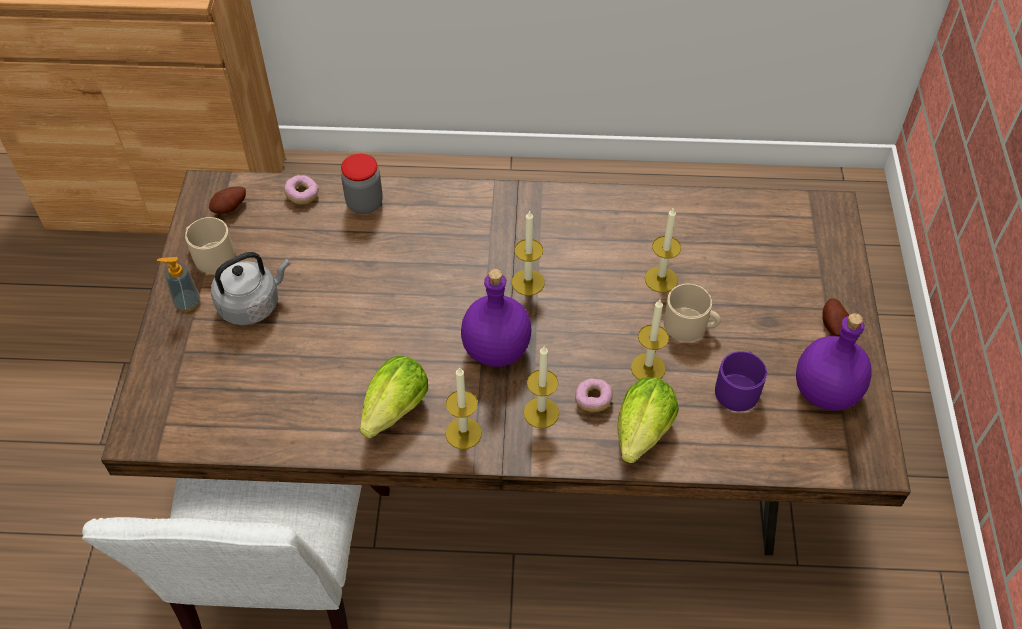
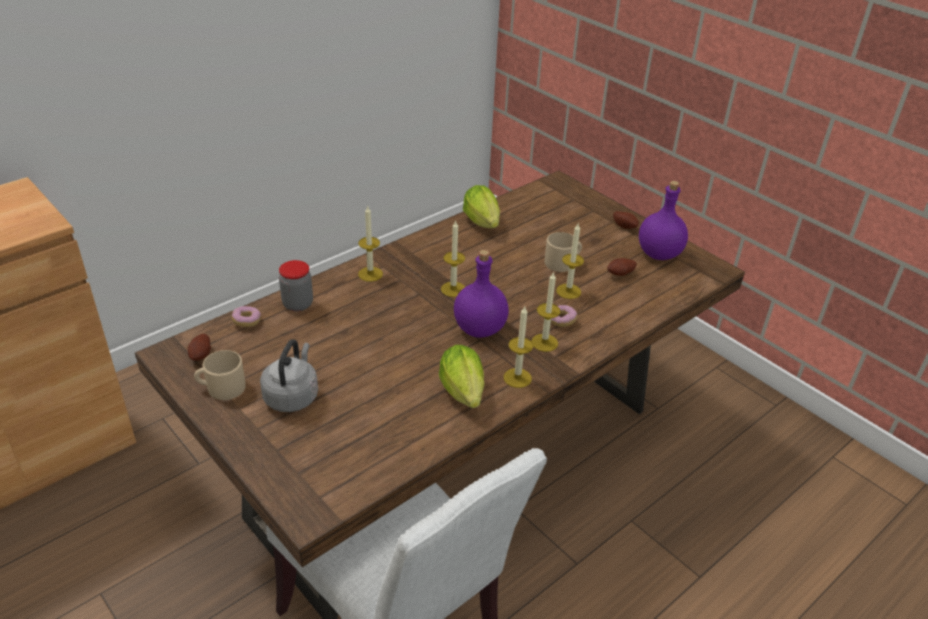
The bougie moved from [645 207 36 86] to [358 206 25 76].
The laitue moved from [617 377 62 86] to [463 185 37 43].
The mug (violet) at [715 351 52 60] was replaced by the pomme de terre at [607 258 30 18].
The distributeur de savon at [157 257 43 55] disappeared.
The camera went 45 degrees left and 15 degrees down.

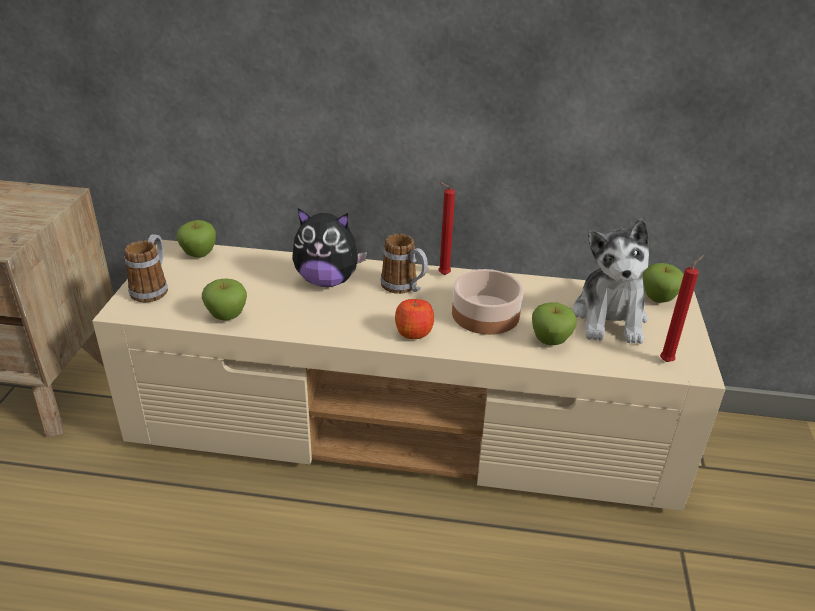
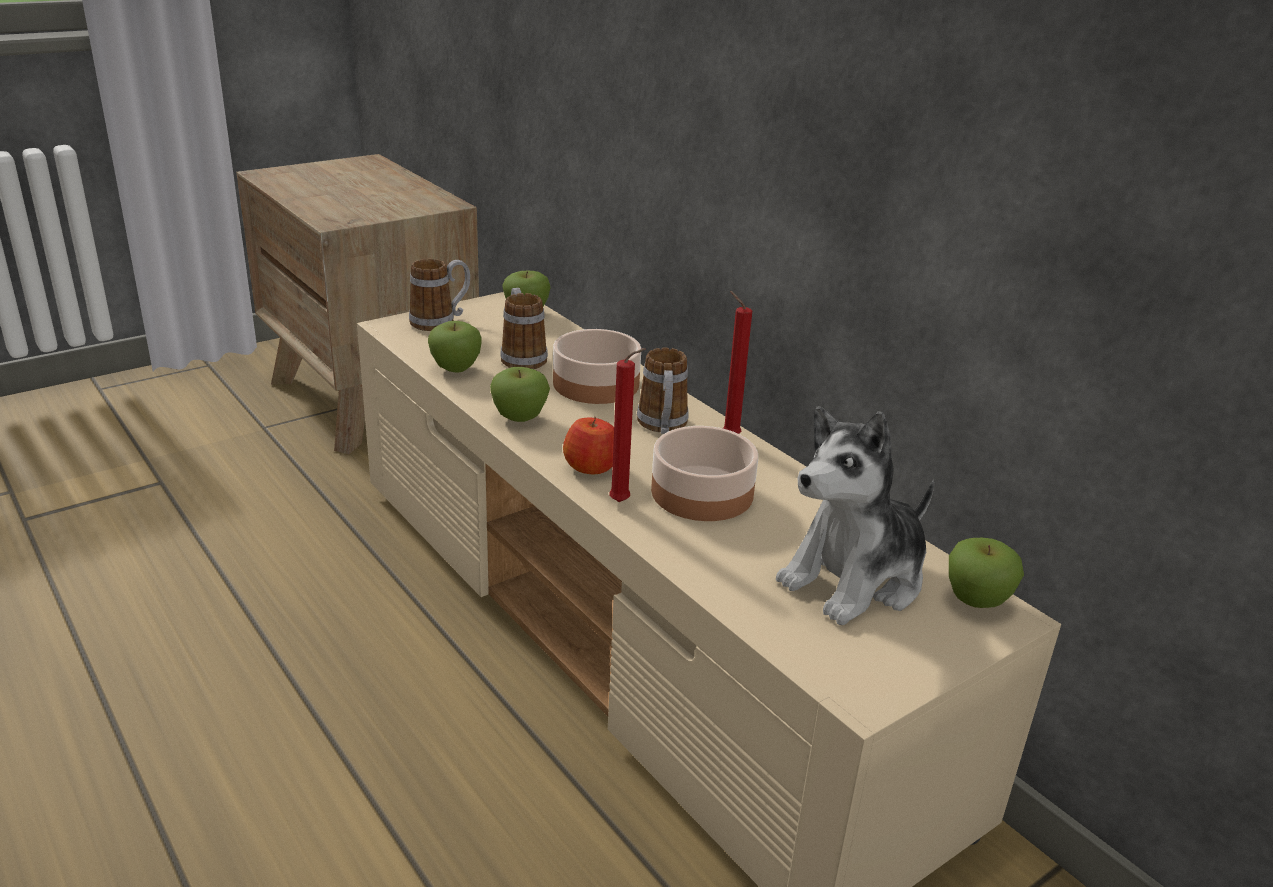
The pomme moved from [532 302 45 43] to [490 367 60 55].
The mug at [500 288 48 81] appeared.
The peluche at [292 208 75 79] was replaced by the bol at [553 329 88 75].
The bougie (rouge) moved from [660 255 44 107] to [609 348 37 154].
The camera went 45 degrees right and 5 degrees down.

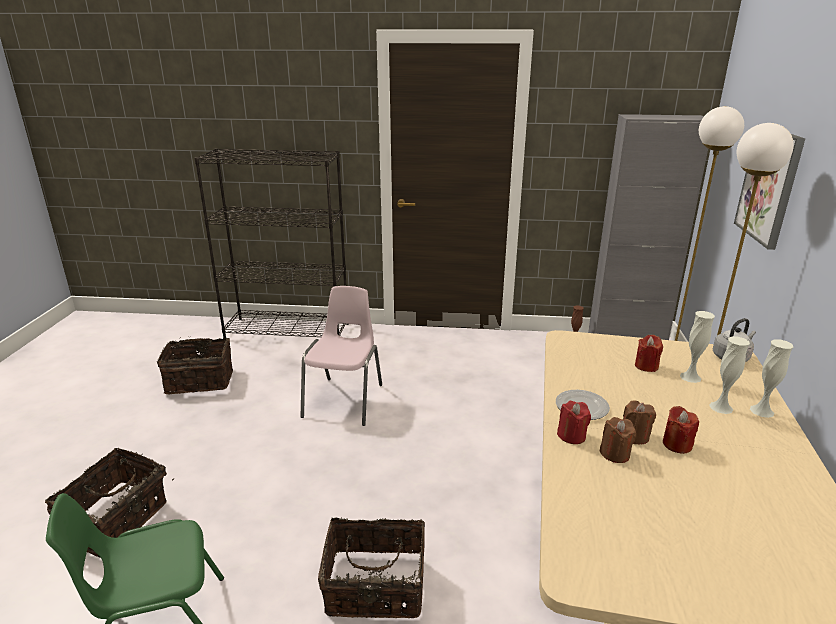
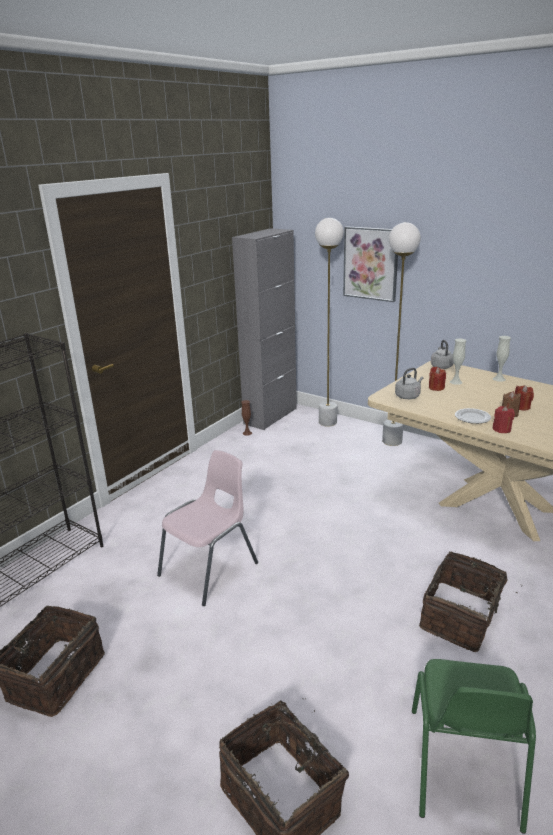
The chaise (rose) at [301 286 81 140] turned 90 degrees clockwise.
The bouilloire (gris) at [395 368 28 31] appeared.
The bougie (marron) at [599 417 37 46] disappeared.
The vase (blanc) at [709 336 41 78] disappeared.
The camera went 60 degrees left and 0 degrees up.

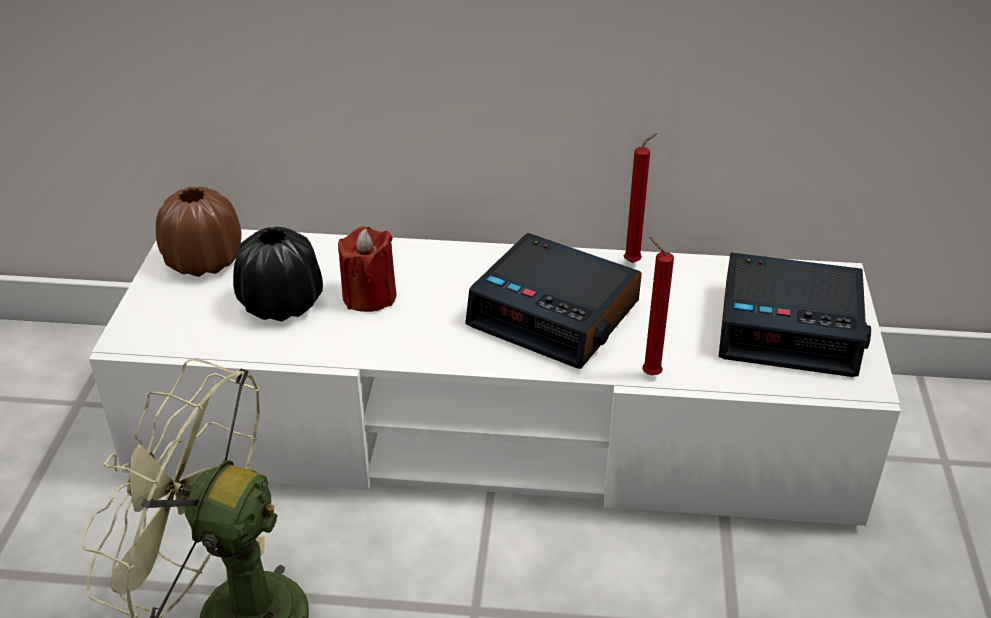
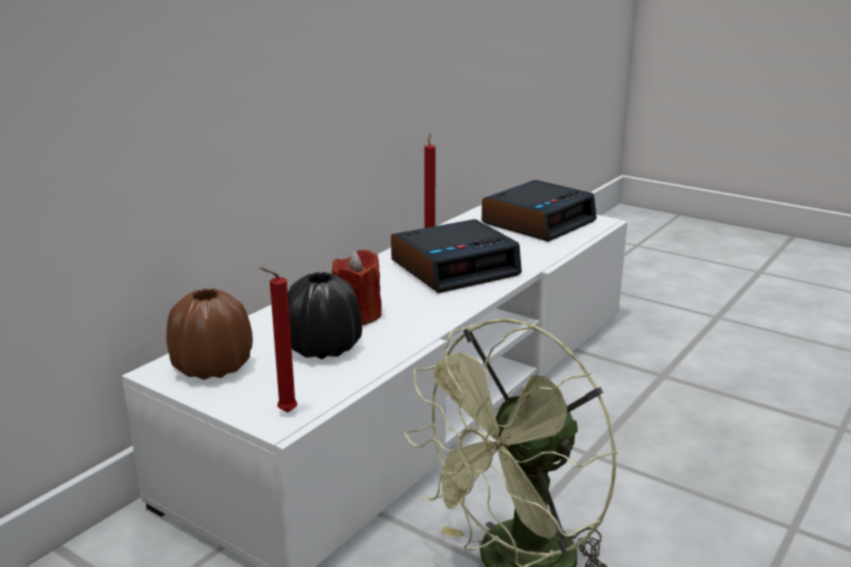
The bougie (rouge) moved from [642 237 32 138] to [260 268 37 144].
The camera went 60 degrees left and 15 degrees down.

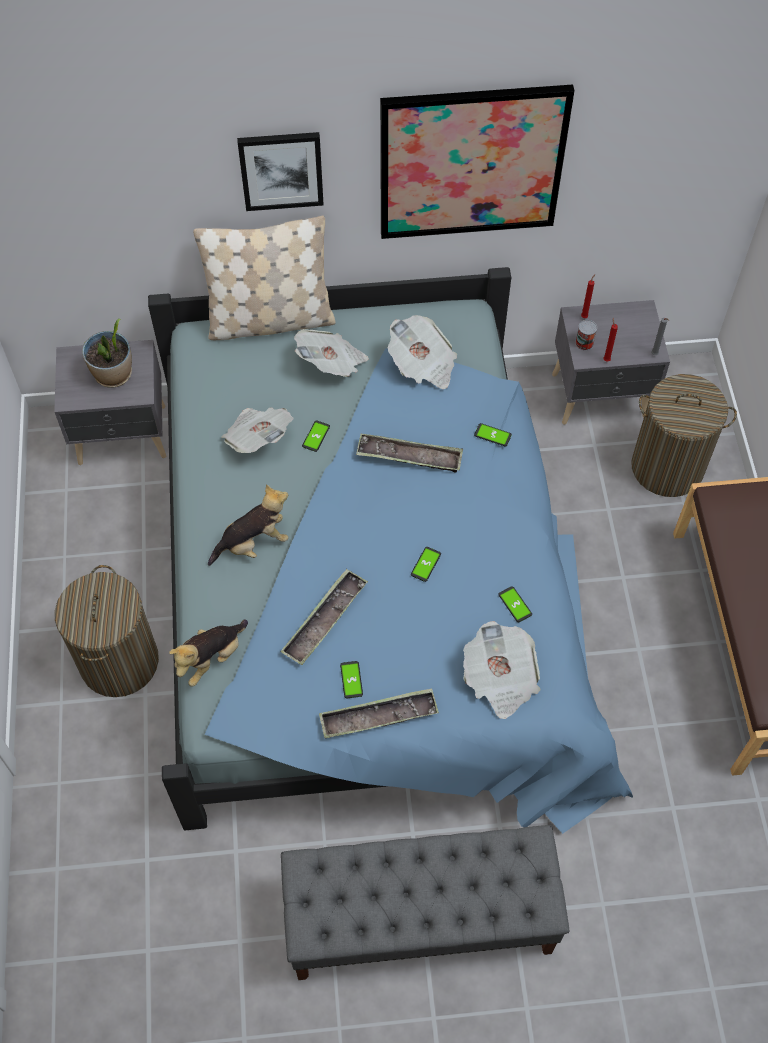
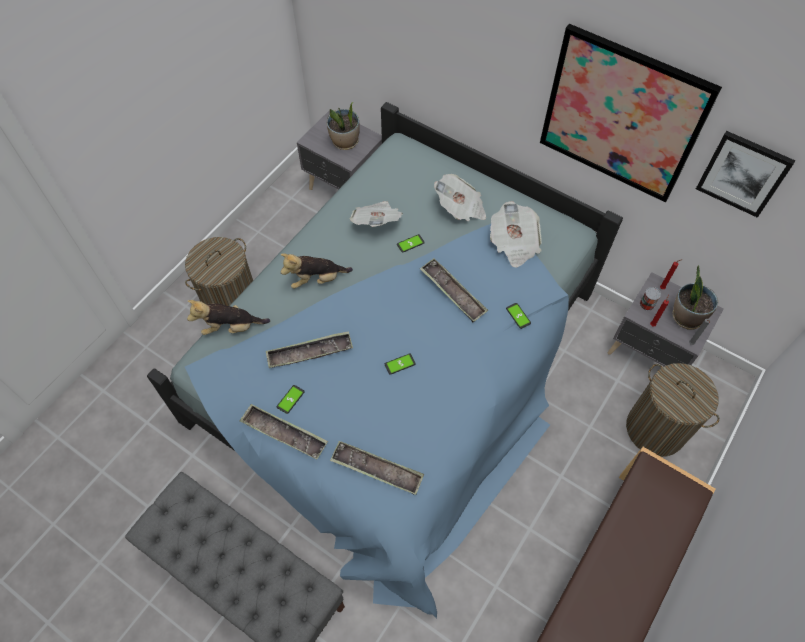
The peluche at [208 484 80 82] turned 150 degrees clockwise.
The journal at [463 621 77 98] was replaced by the plateau at [330 441 94 54].
The plante en pot at [673 265 45 65] appeared.
The tableau moved from [237 132 87 79] to [696 131 99 87].
The coussin (beige) at [193 216 143 124] disappeared.
The téléphone at [498 586 34 36] disappeared.
The camera went 40 degrees right and 0 degrees up.

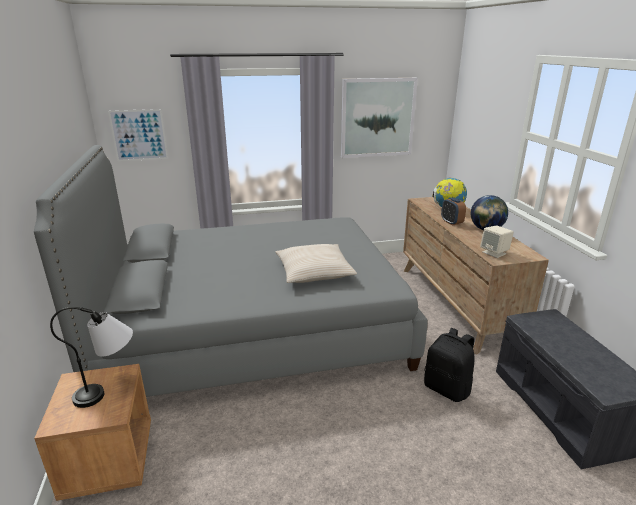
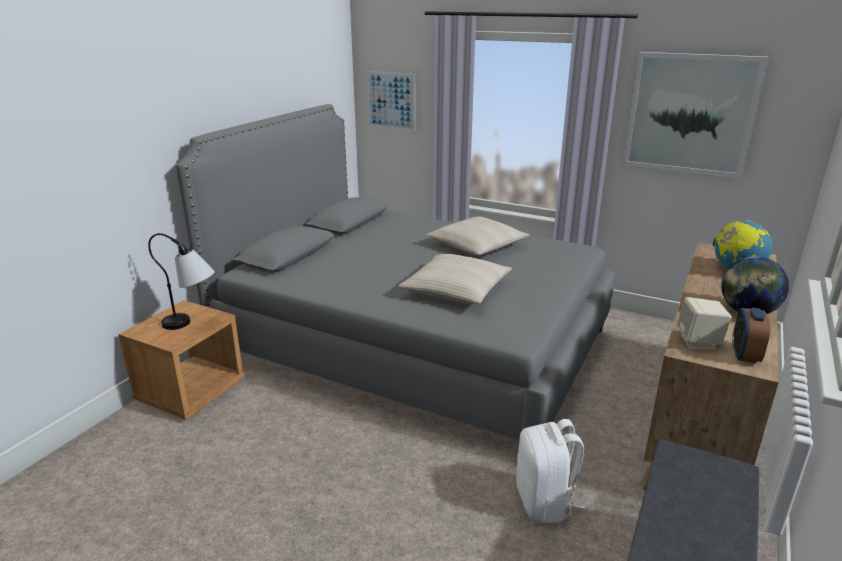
The coussin (beige) at [426 217 104 39] appeared.
The sac à dos (noir) at [424 328 51 74] became the sac à dos (blanc) at [516 419 70 104].
The réveil moved from [441 197 25 29] to [732 307 39 56].
The camera went 40 degrees right and 0 degrees up.

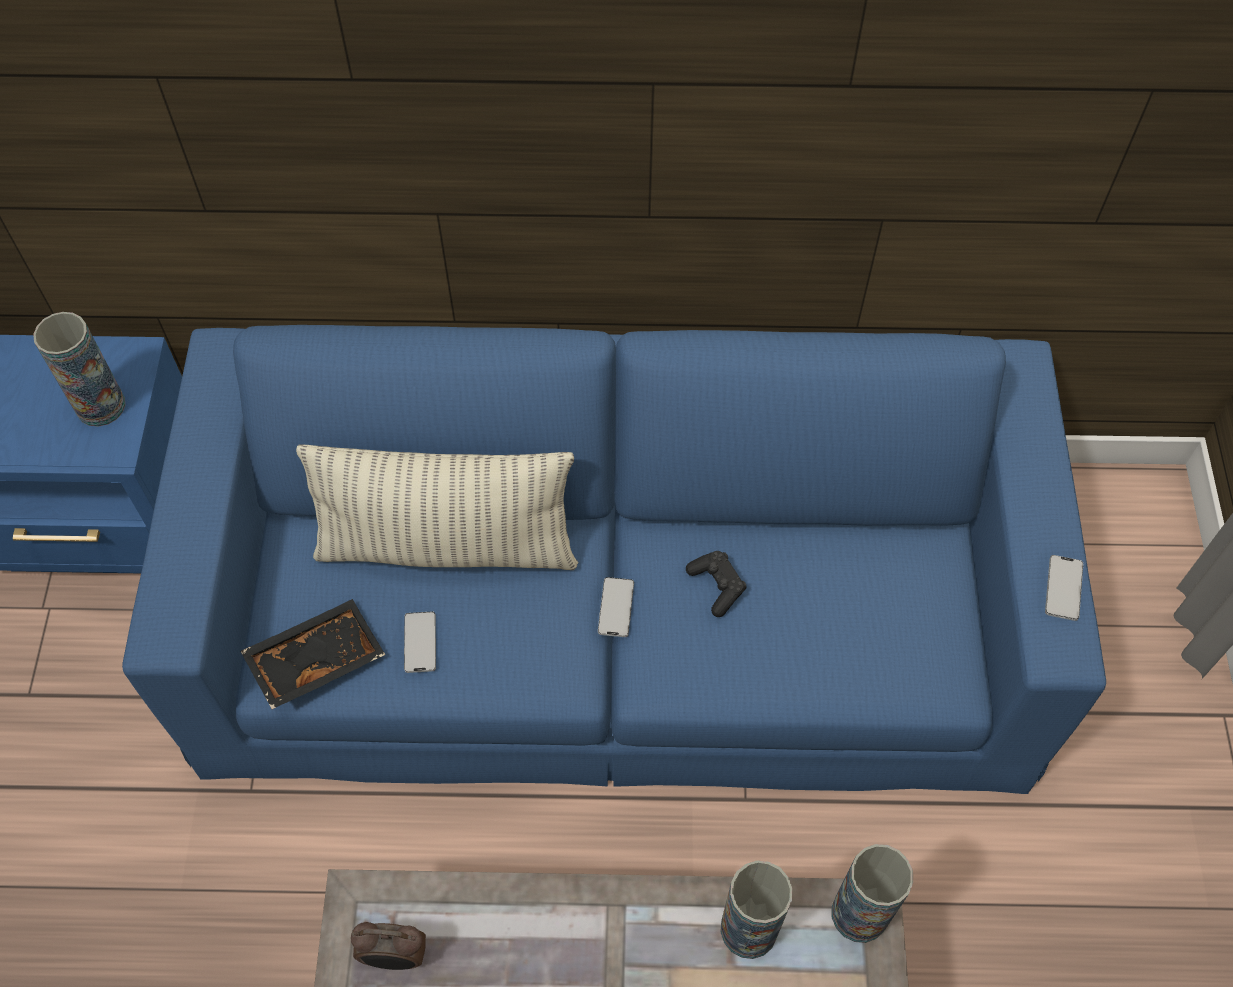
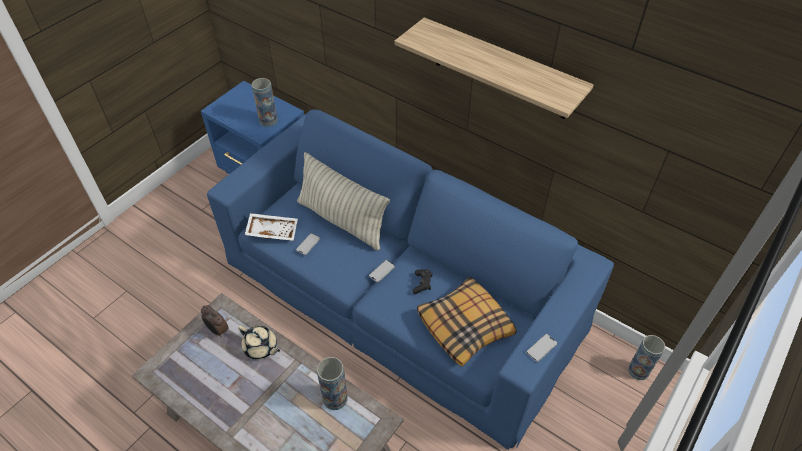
The théière (beige) at [238 325 42 35] appeared.
The plateau (noir) at [241 599 144 110] became the plateau (blanc) at [245 213 53 28].
The étagère at [394 17 200 102] appeared.
The coussin at [417 277 100 90] appeared.
The vase moved from [831 844 82 99] to [628 335 37 45].
The camera went 35 degrees right and 10 degrees down.

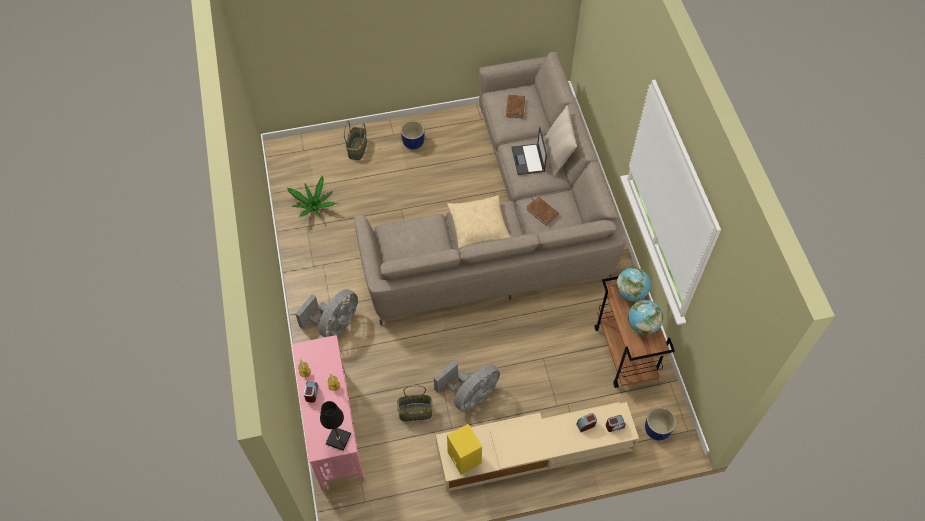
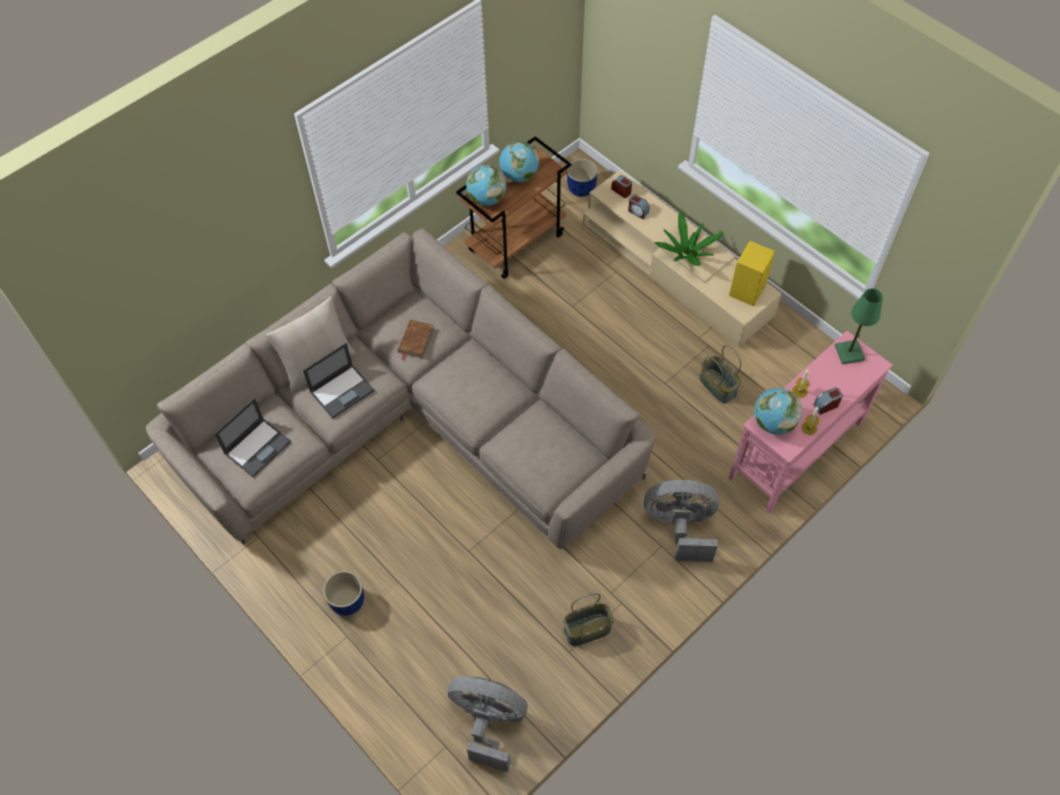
The livre (marron) at [506 95 19 23] was replaced by the ordinateur portable at [214 398 77 79].
The ventilateur (gris) moved from [434 361 66 51] to [448 677 80 95].
The panier moved from [344 121 23 39] to [563 593 51 53].
The plante en pot moved from [287 175 49 41] to [654 210 70 56].
The globe at [754 388 48 47] appeared.
The lampe de table (noir) at [320 401 31 50] became the lampe de table (vert) at [835 289 48 75].
The coussin (beige) at [447 195 64 54] disappeared.
The camera went 120 degrees left and 0 degrees up.

